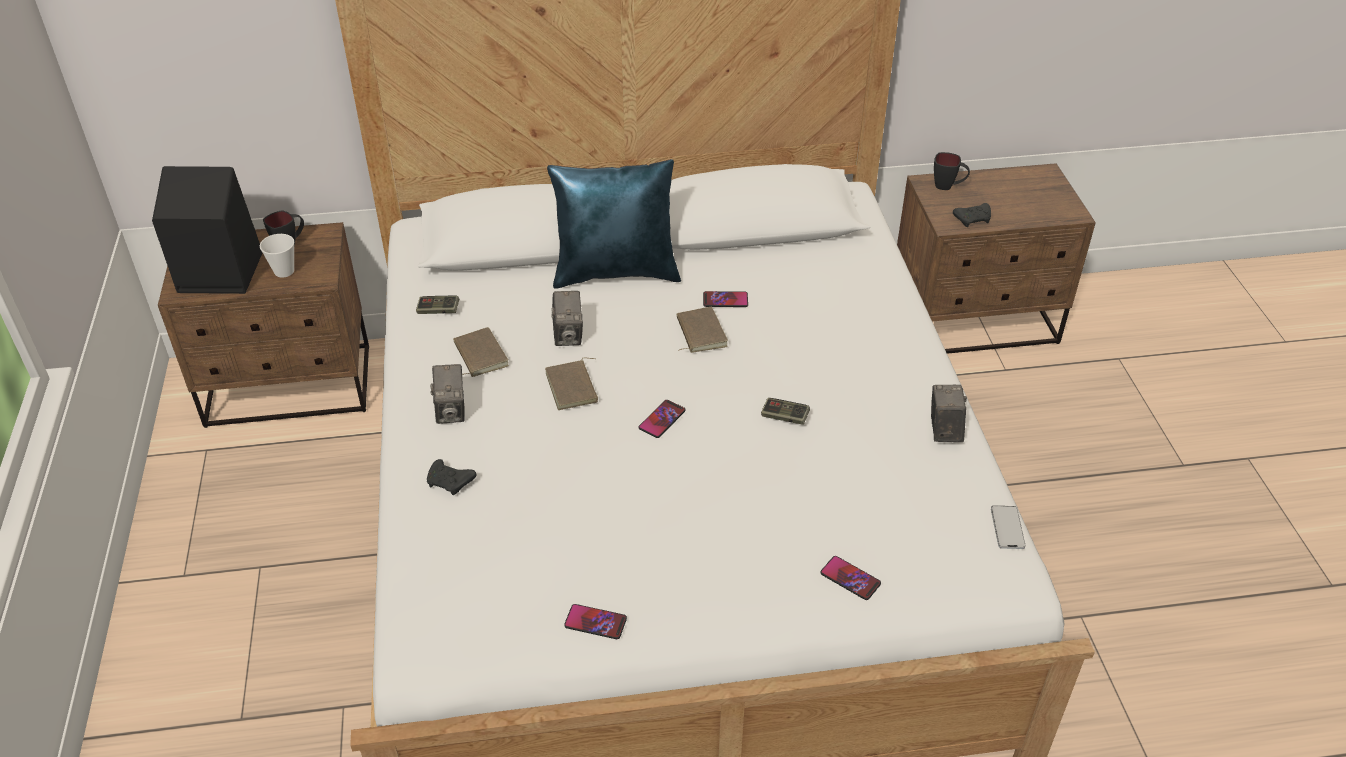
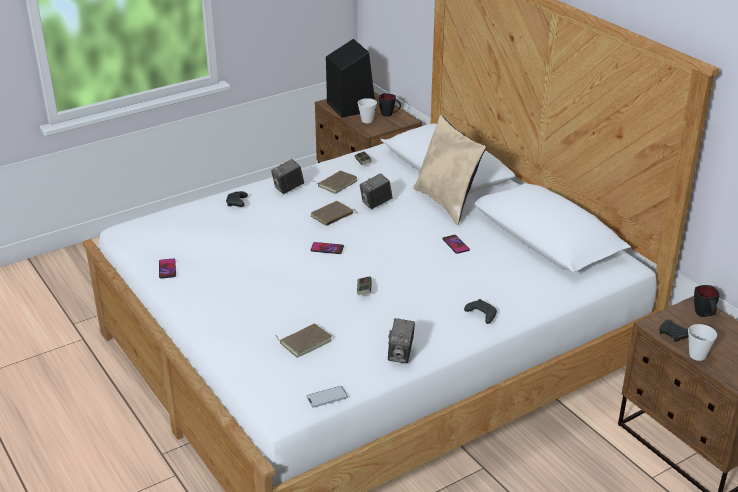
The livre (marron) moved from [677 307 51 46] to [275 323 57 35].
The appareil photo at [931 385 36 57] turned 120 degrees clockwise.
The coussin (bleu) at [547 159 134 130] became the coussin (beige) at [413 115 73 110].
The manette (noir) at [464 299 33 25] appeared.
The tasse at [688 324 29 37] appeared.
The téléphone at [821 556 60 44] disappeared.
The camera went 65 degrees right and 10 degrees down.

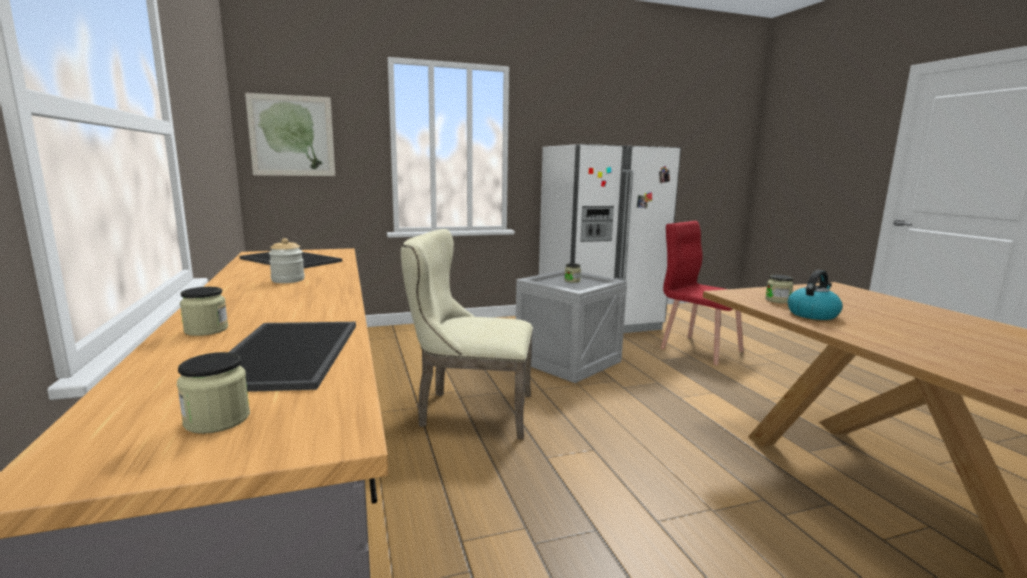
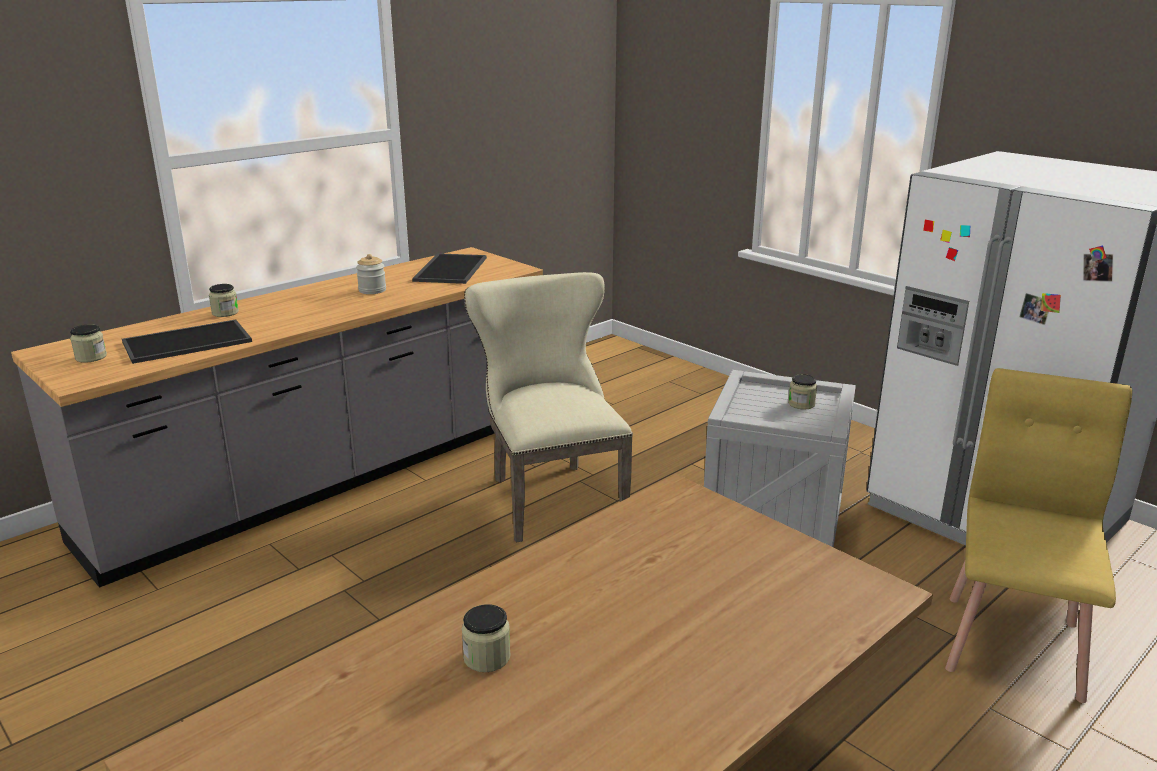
The bocal moved from [765 275 28 28] to [462 604 49 68].
The chaise (rouge) at [661 221 83 144] became the chaise (jaune) at [945 368 187 335].
The tableau at [245 93 90 83] disappeared.
The bouilloire at [788 270 55 50] disappeared.
The camera went 65 degrees right and 10 degrees up.

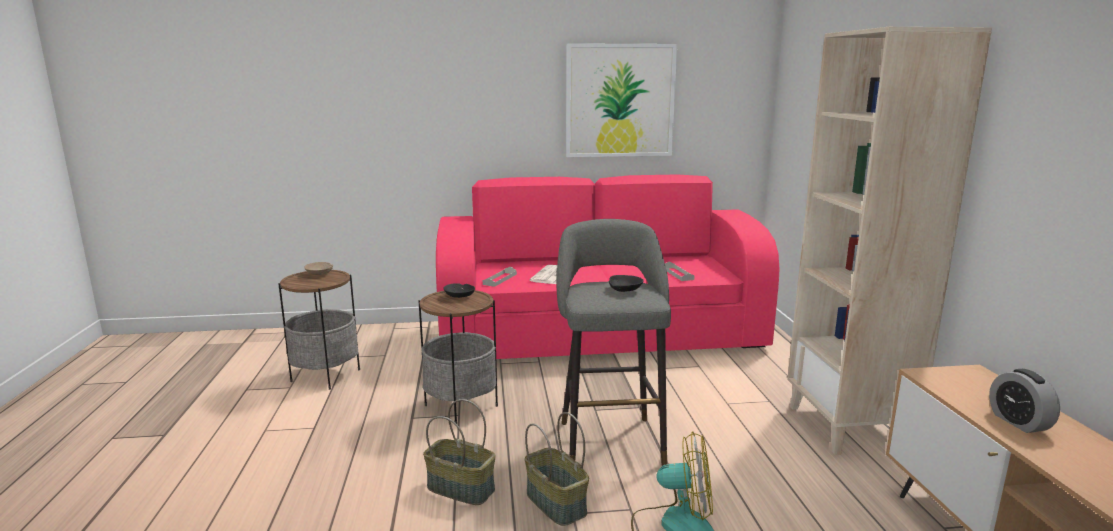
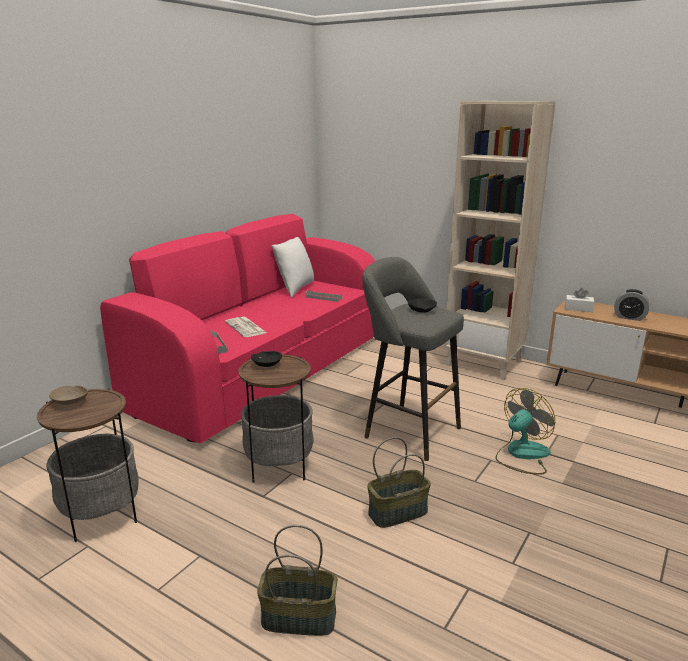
The panier moved from [525 412 64 114] to [257 525 81 111].
The coussin (blanc) at [272 237 42 61] appeared.
The boîte à mouchoirs (blanc) at [565 288 29 24] appeared.
The tableau at [566 43 111 114] disappeared.
The camera went 50 degrees left and 5 degrees up.

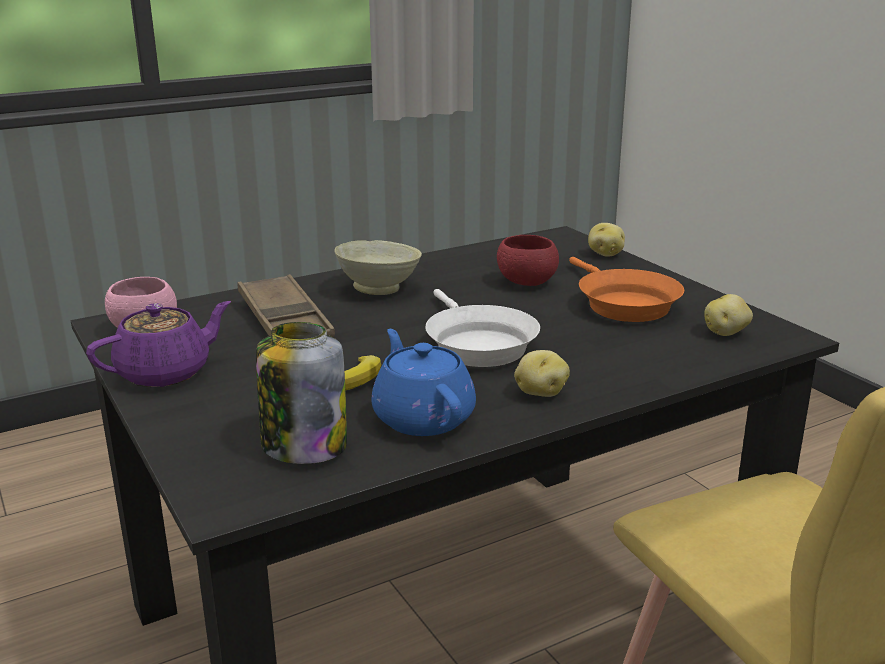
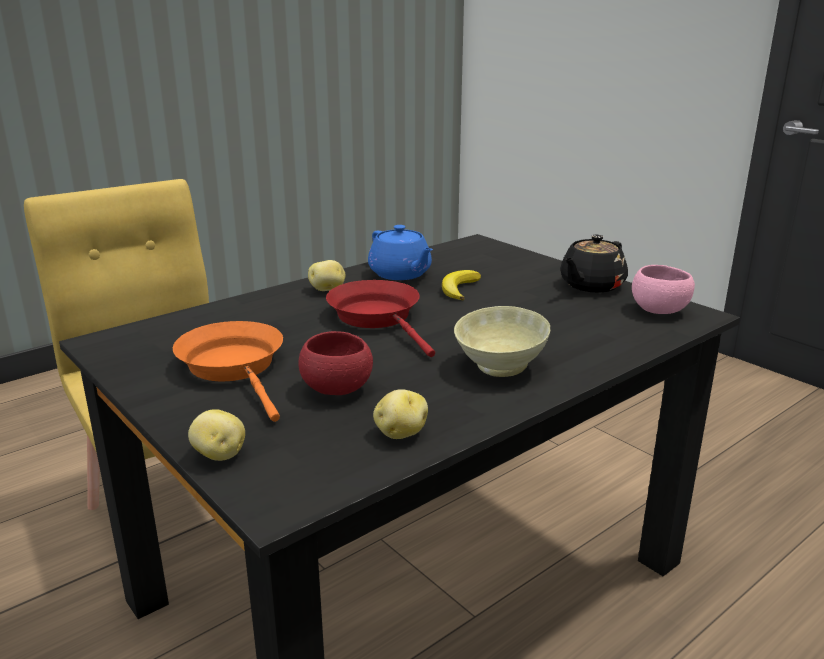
The poêle (blanc) at [425 289 115 78] became the poêle (rouge) at [326 280 109 77].
The pomme de terre moved from [704 294 49 42] to [373 389 55 50].
The théière (violet) at [86 301 145 86] became the théière (noir) at [561 235 67 58].
The plateau (marron) at [238 274 97 64] disappeared.
The bocal at [256 322 91 142] disappeared.
The camera went 170 degrees right and 0 degrees up.

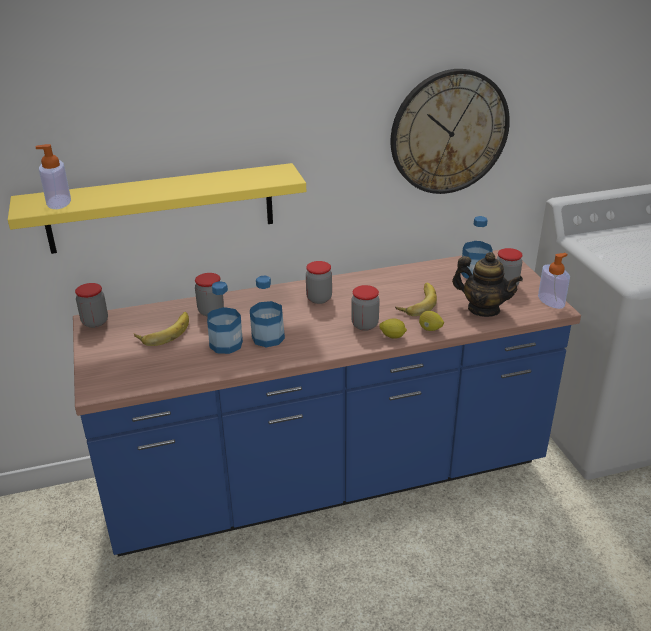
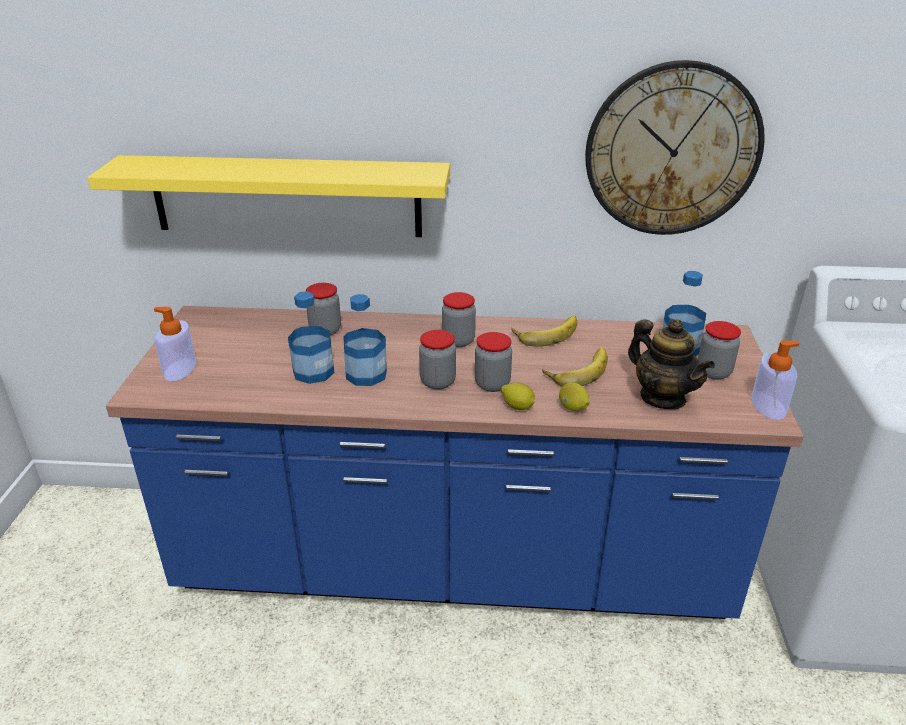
The distributeur de savon moved from [35 144 36 65] to [154 307 42 74].
The bocal moved from [75 283 33 45] to [419 330 37 60].
The banane moved from [134 312 55 34] to [511 315 66 32].
The camera went 20 degrees right and 0 degrees up.

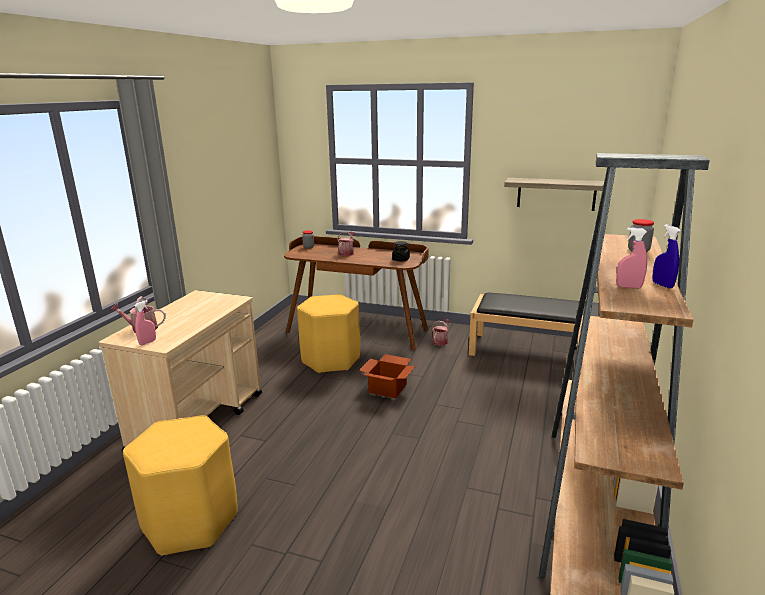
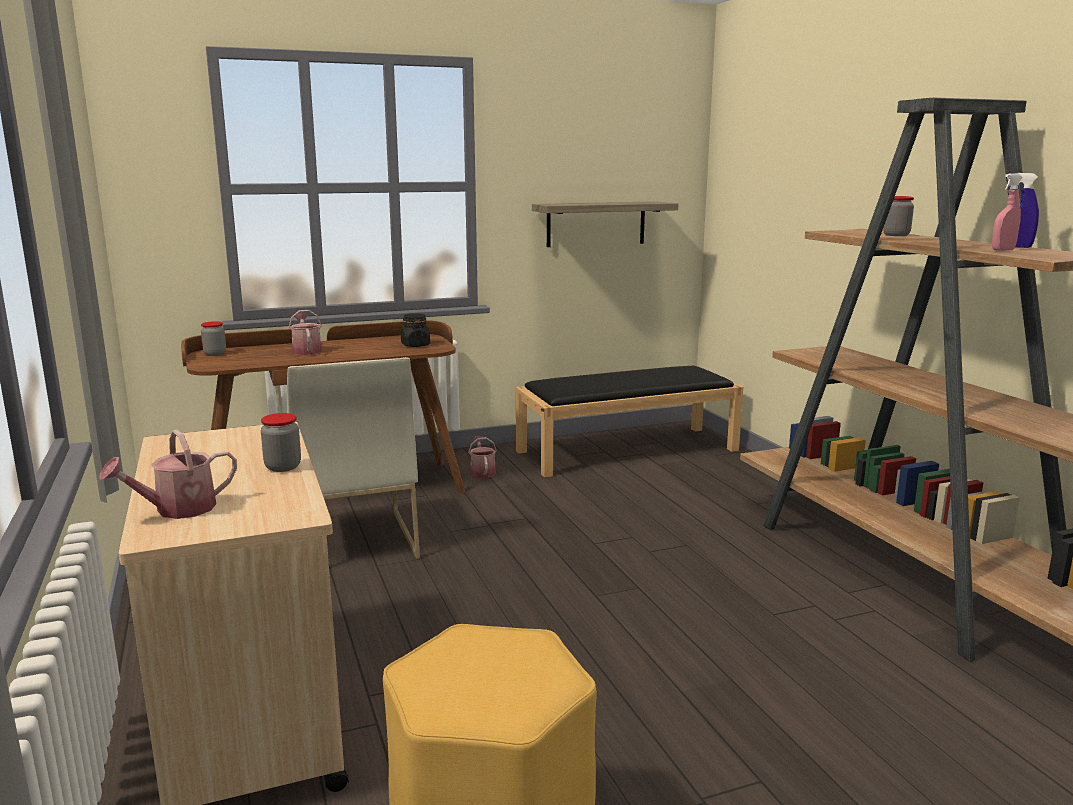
The bocal at [261 413 40 59] appeared.
The tabouret (jaune) at [297 294 63 79] was replaced by the chaise (blanc) at [287 357 133 202].
The vaporisateur (rose) at [135 300 21 45] disappeared.
The carton at [359 354 56 45] disappeared.
The camera went 40 degrees left and 5 degrees down.

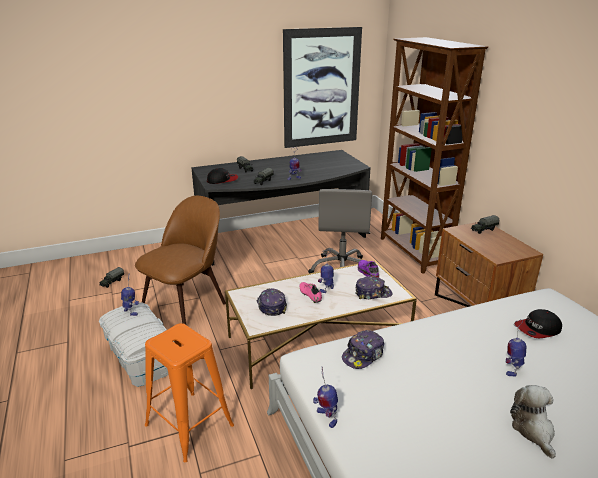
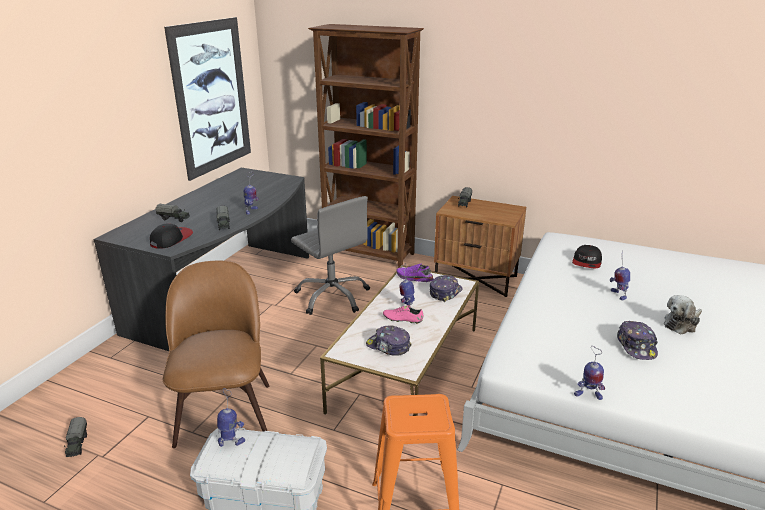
The casquette moved from [342 330 42 39] to [617 321 41 39].
The peluche at [510 385 46 74] turned 75 degrees counterclockwise.
The camera went 45 degrees left and 0 degrees up.

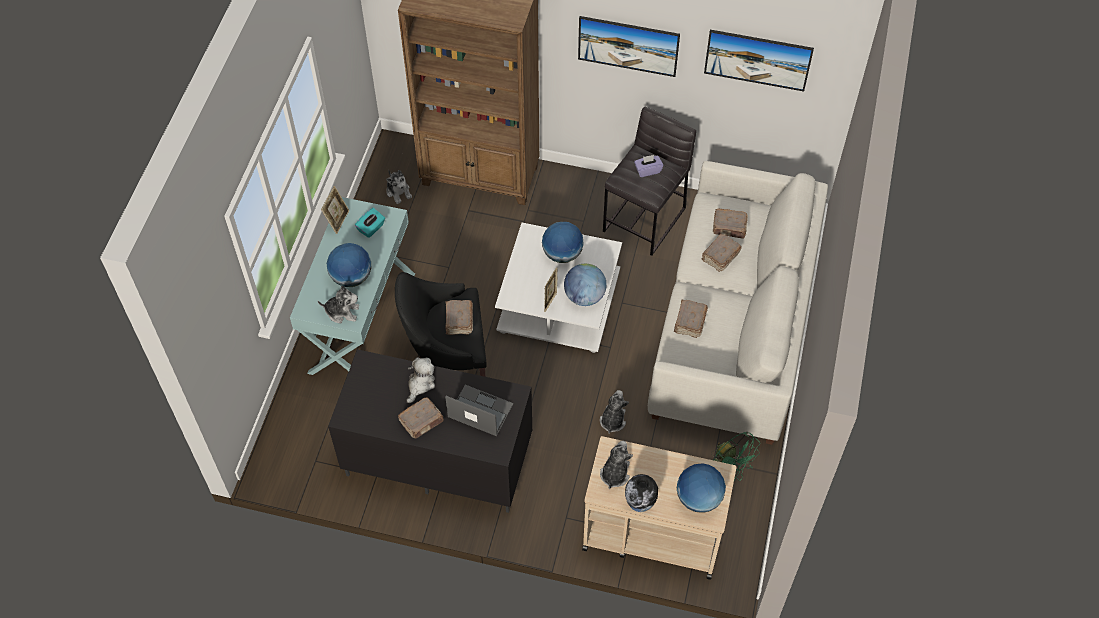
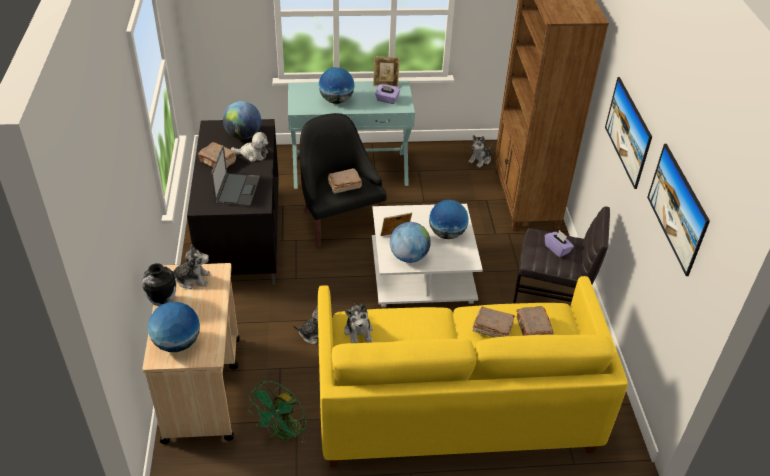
The globe at [223 101 38 39] appeared.
The canapé (blanc) at [648 161 180 284] became the canapé (jaune) at [318 276 310 191].
The peluche moved from [318 286 41 38] to [344 303 29 40].
The boîte à mouchoirs (turquoise) at [355 208 30 30] became the boîte à mouchoirs (violet) at [375 84 25 20].
The livre (marron) at [674 299 34 39] disappeared.
The camera went 70 degrees right and 15 degrees down.

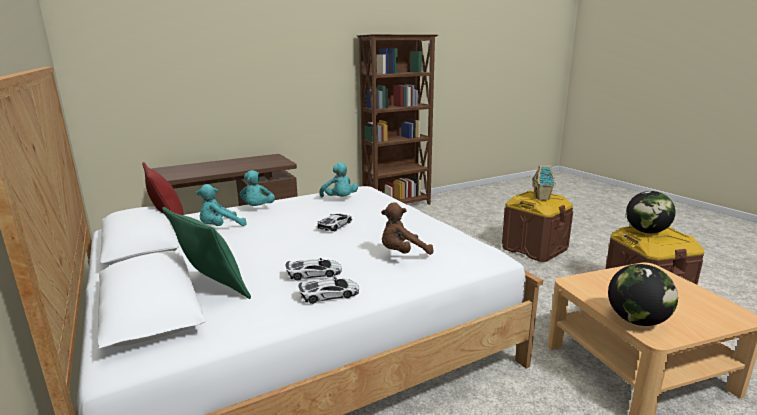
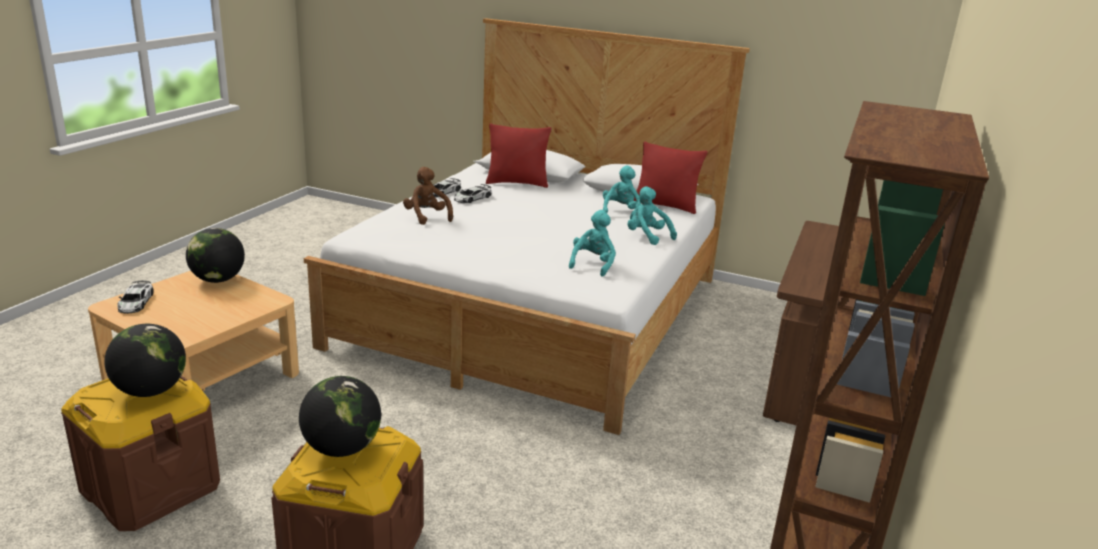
The petite voiture moved from [317 214 35 17] to [117 281 37 33].
The maison miniature at [532 165 24 35] was replaced by the globe at [299 376 82 81].
The peluche (marron) at [381 202 52 53] turned 60 degrees counterclockwise.
The coussin (vert) at [162 207 89 92] became the coussin (rouge) at [486 124 65 64].
The peluche (turquoise) at [319 162 39 36] turned 90 degrees clockwise.
The camera went 140 degrees right and 5 degrees up.

